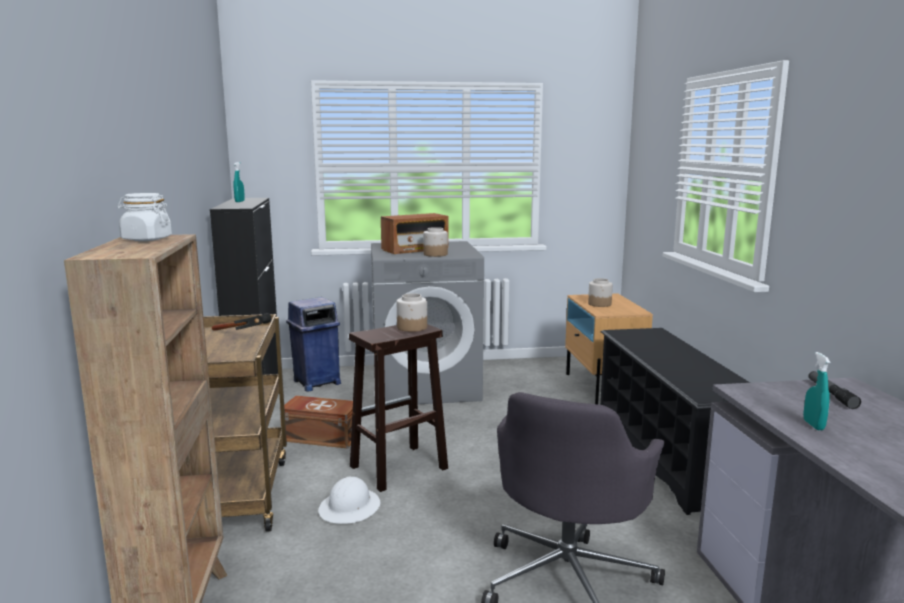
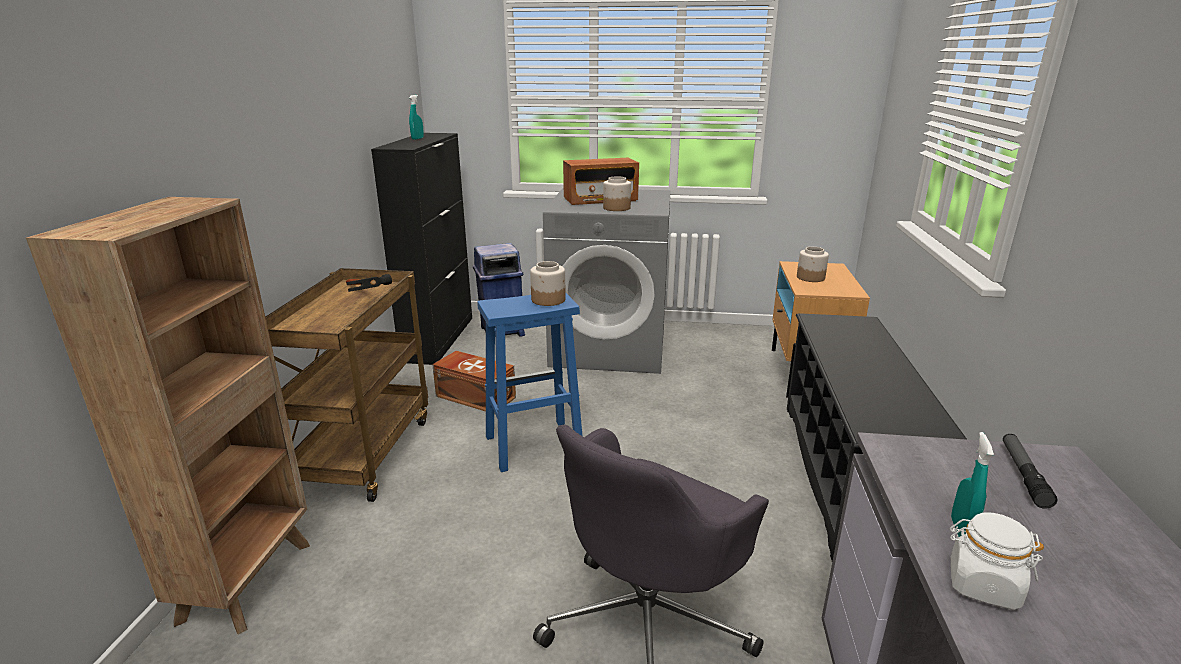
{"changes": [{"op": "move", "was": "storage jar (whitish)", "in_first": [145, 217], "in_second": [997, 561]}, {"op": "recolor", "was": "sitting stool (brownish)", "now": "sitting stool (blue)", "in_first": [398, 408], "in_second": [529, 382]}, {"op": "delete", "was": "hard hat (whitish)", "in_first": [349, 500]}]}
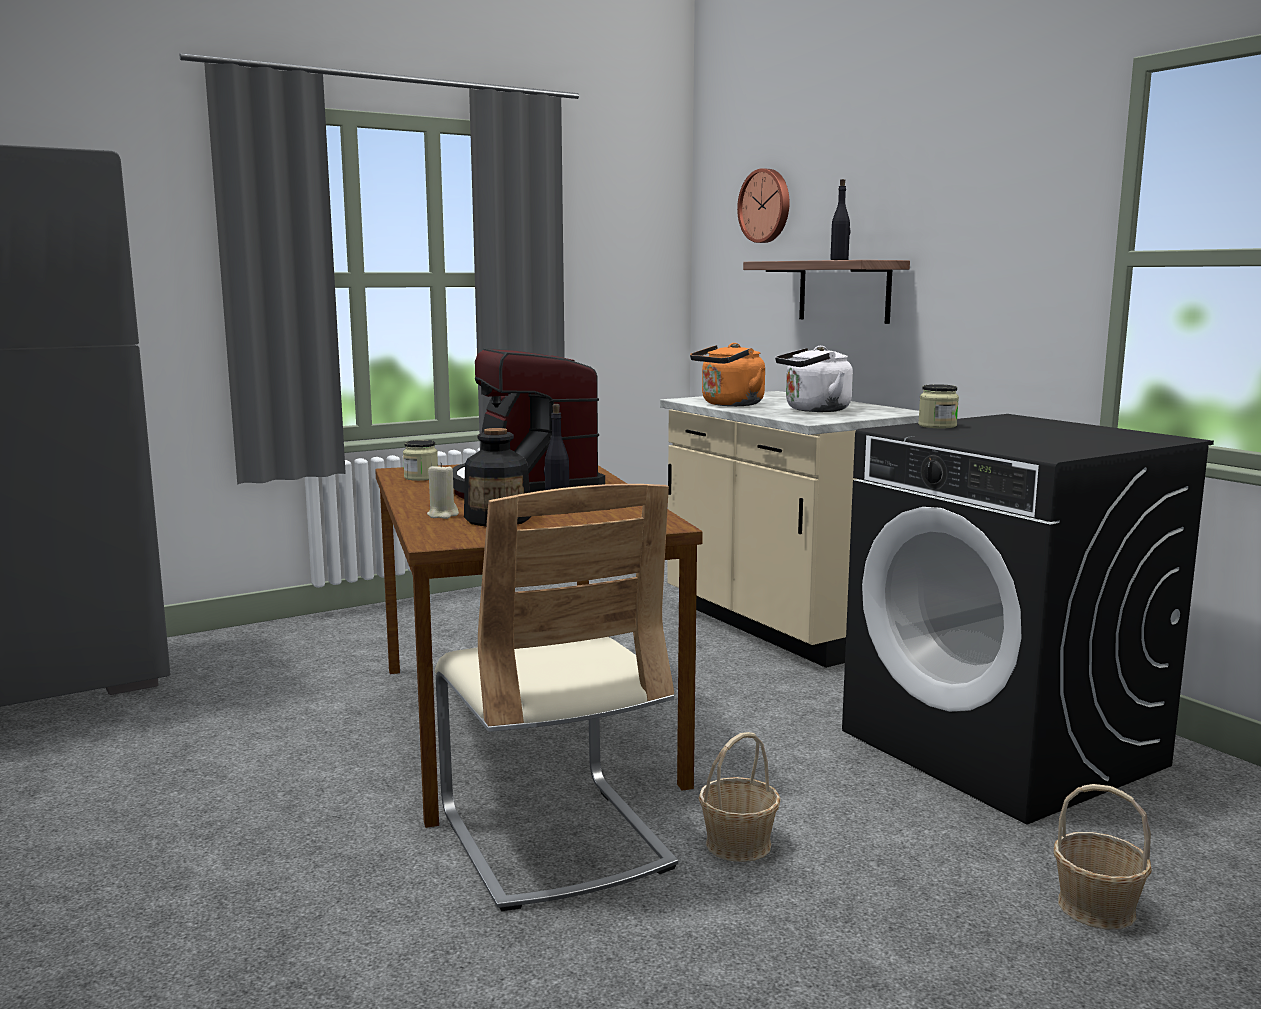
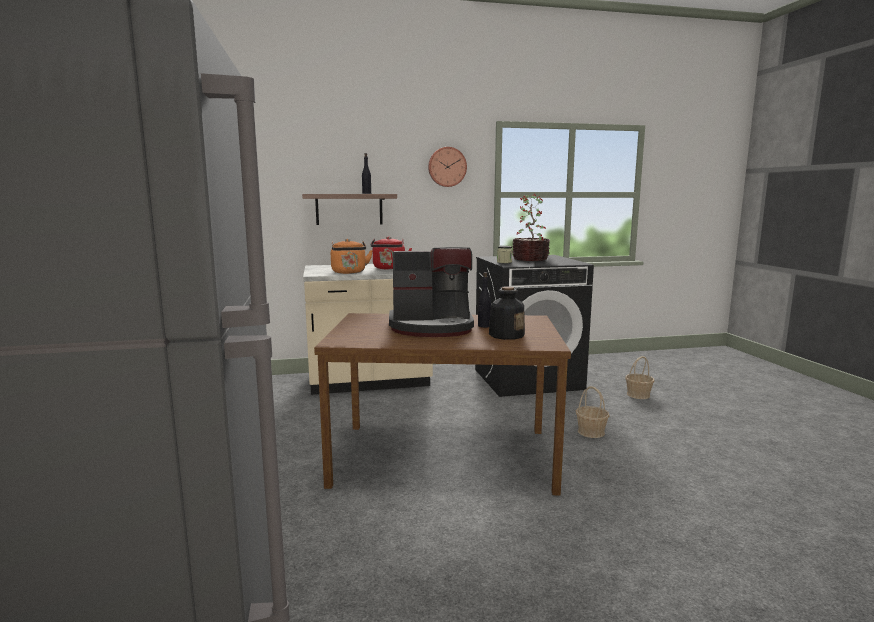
{"changes": [{"op": "move", "was": "wall clock", "in_first": [763, 205], "in_second": [447, 167]}, {"op": "recolor", "was": "kettle (whitish)", "now": "kettle (red-coloured)", "in_first": [814, 379], "in_second": [391, 252]}, {"op": "delete", "was": "storage jar", "in_first": [420, 460]}, {"op": "delete", "was": "wax light (beige)", "in_first": [443, 491]}, {"op": "delete", "was": "chair (beige)", "in_first": [556, 697]}, {"op": "insert", "now": "potted plant", "in_second": [531, 227]}]}
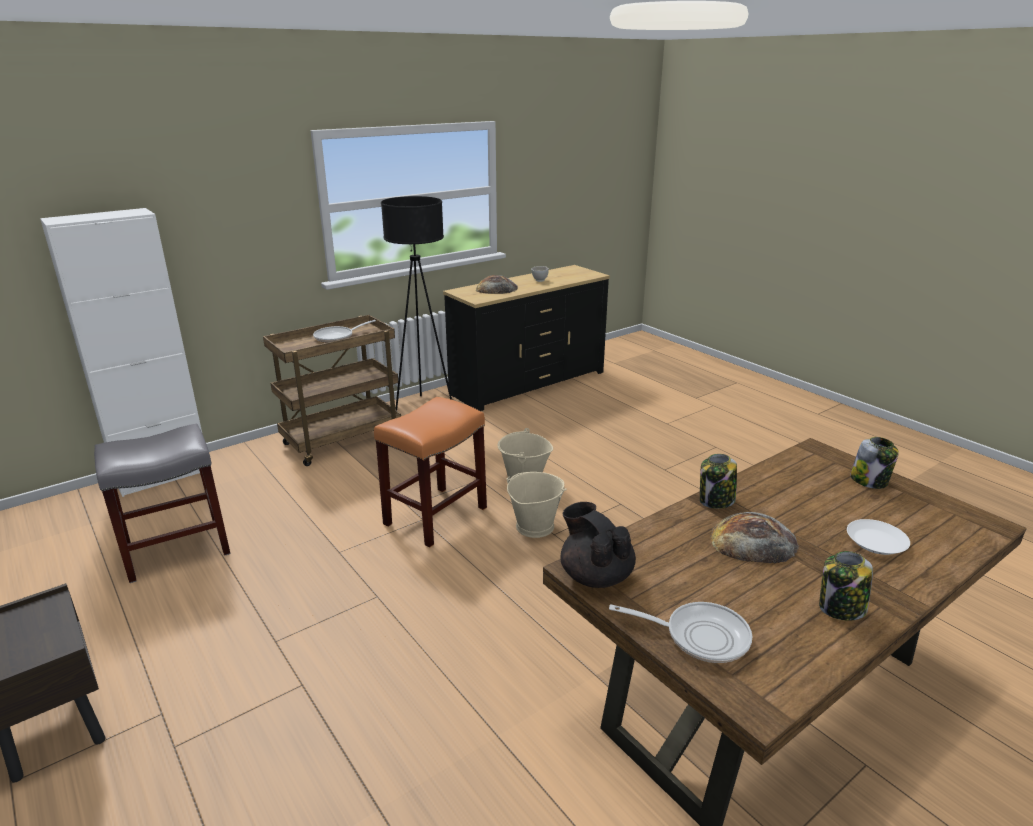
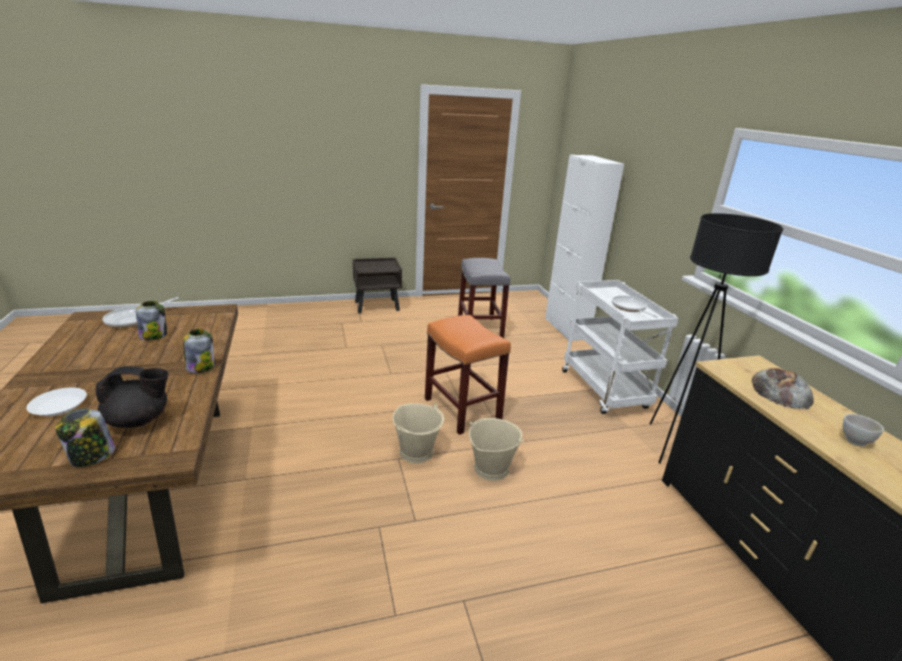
{"changes": [{"op": "recolor", "was": "wheeled cart (brownish)", "now": "wheeled cart (whitish)", "in_first": [332, 390], "in_second": [620, 347]}, {"op": "move", "was": "teapot (black-coloured)", "in_first": [598, 545], "in_second": [131, 397]}, {"op": "delete", "was": "bread", "in_first": [754, 537]}, {"op": "move", "was": "storage jar", "in_first": [846, 586], "in_second": [151, 320]}]}
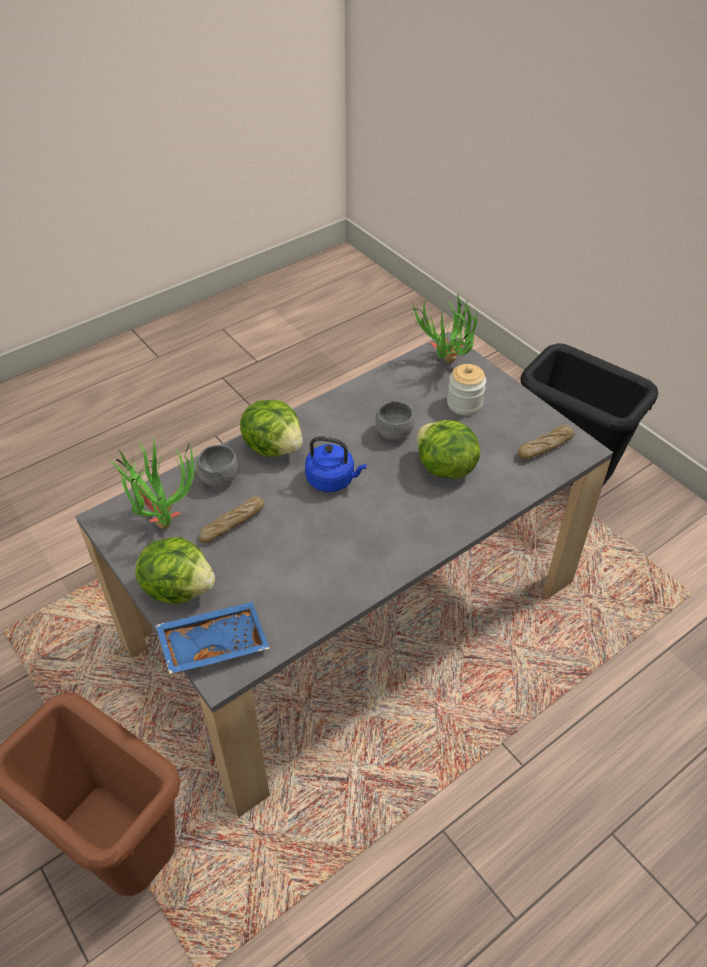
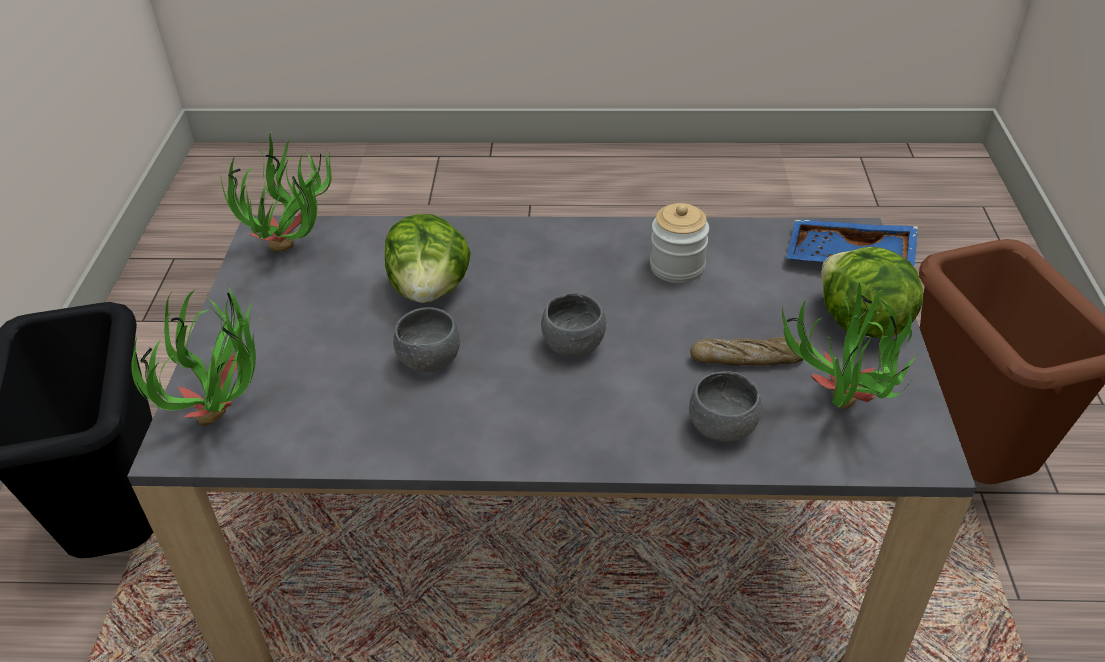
{"changes": [{"op": "move", "was": "storage jar", "in_first": [466, 389], "in_second": [679, 243]}, {"op": "delete", "was": "head of lettuce", "in_first": [271, 428]}, {"op": "replace", "was": "bread", "now": "potted plant", "in_first": [546, 442], "in_second": [276, 192]}, {"op": "replace", "was": "kettle (blue)", "now": "serving bowl (grey)", "in_first": [335, 464], "in_second": [573, 325]}]}
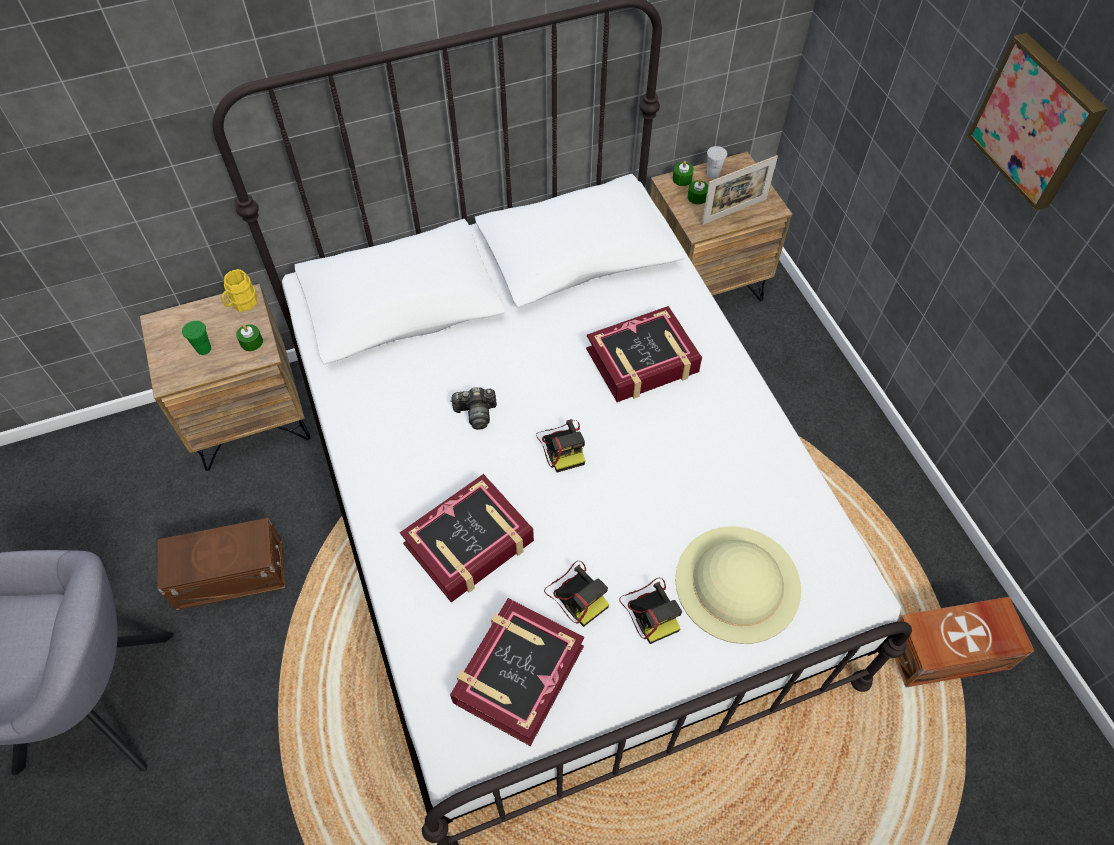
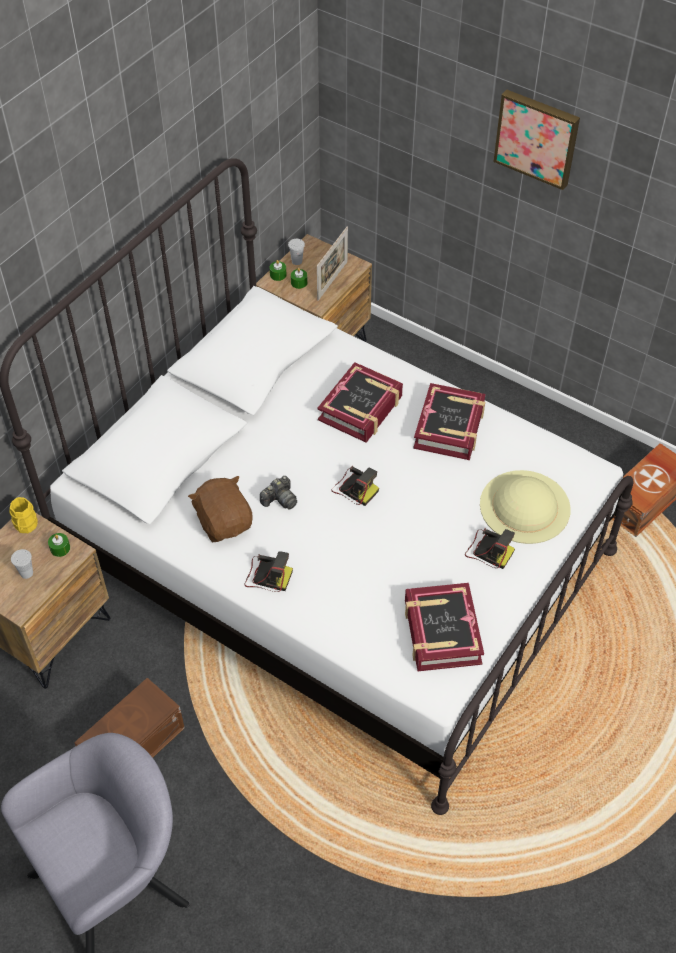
{"changes": [{"op": "recolor", "was": "cup (green)", "now": "cup (whitish)", "in_first": [196, 338], "in_second": [22, 564]}, {"op": "move", "was": "bound book", "in_first": [467, 538], "in_second": [449, 421]}, {"op": "move", "was": "still camera", "in_first": [576, 594], "in_second": [268, 571]}, {"op": "insert", "now": "cuddly toy (brownish)", "in_second": [220, 509]}]}
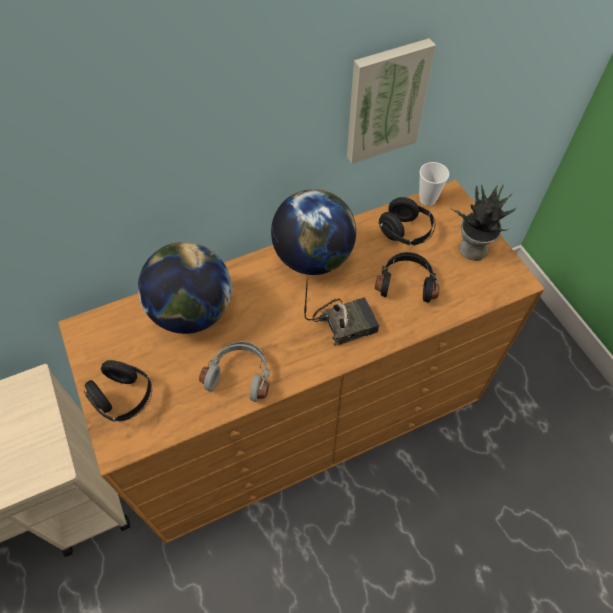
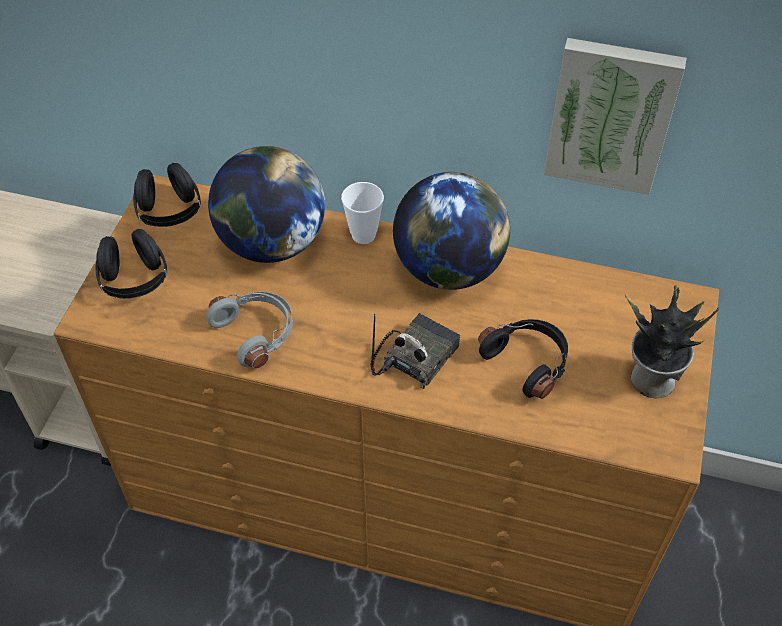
{"changes": [{"op": "move", "was": "cup", "in_first": [434, 184], "in_second": [362, 213]}, {"op": "move", "was": "headset (black-coloured)", "in_first": [407, 221], "in_second": [167, 195]}, {"op": "rotate", "was": "radio receiver", "in_first": [341, 312], "in_second": [415, 351], "clockwise": -75}]}
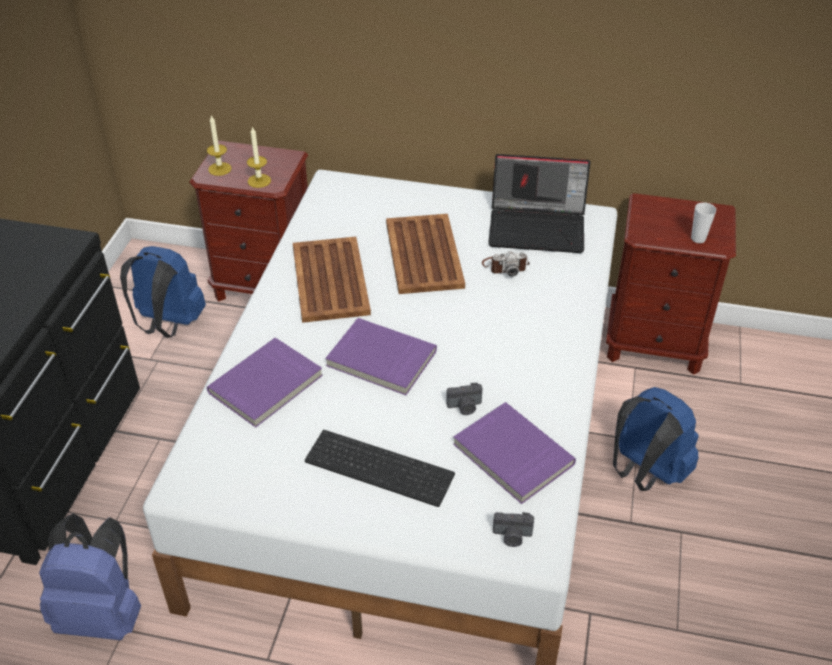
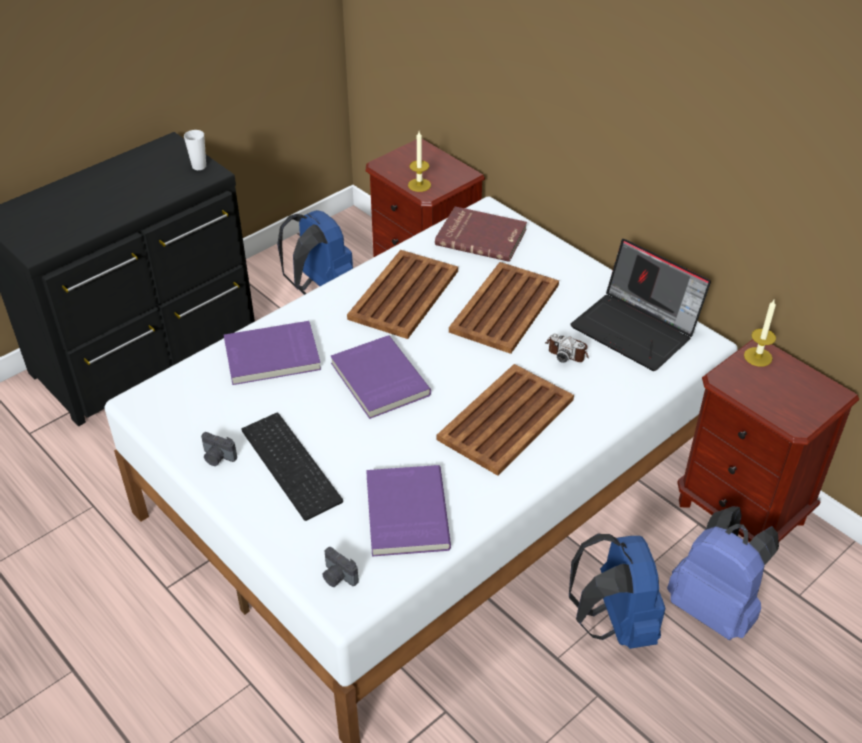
{"changes": [{"op": "move", "was": "wax light", "in_first": [219, 145], "in_second": [760, 333]}, {"op": "move", "was": "cup", "in_first": [704, 222], "in_second": [195, 150]}, {"op": "move", "was": "still camera", "in_first": [464, 399], "in_second": [219, 449]}, {"op": "move", "was": "knapsack (blue)", "in_first": [90, 577], "in_second": [723, 573]}, {"op": "insert", "now": "bound book (red-coloured)", "in_second": [481, 234]}, {"op": "insert", "now": "serving tray (brownish)", "in_second": [505, 420]}]}
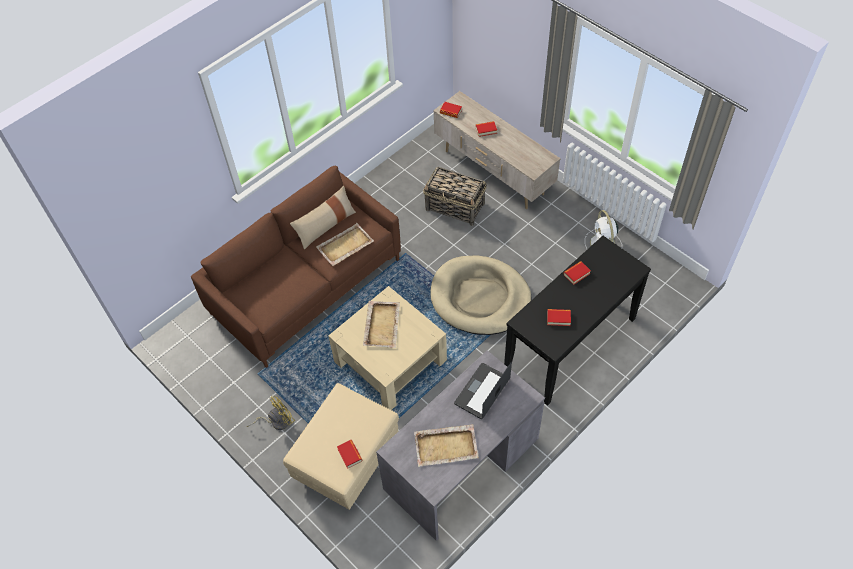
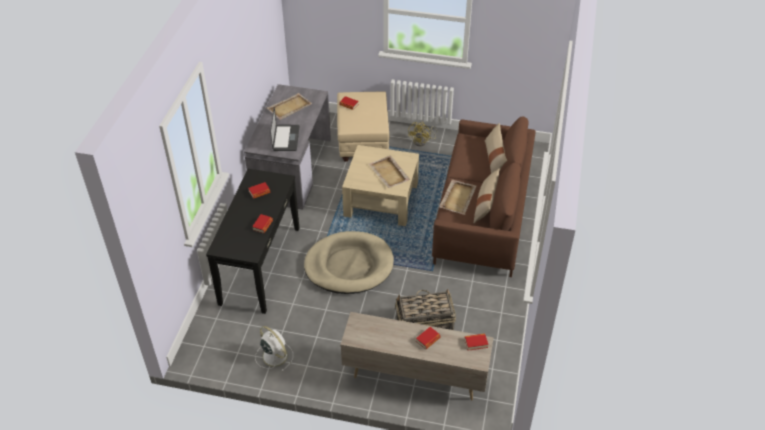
{"changes": [{"op": "insert", "now": "pillow (beige)", "in_second": [496, 148]}]}
